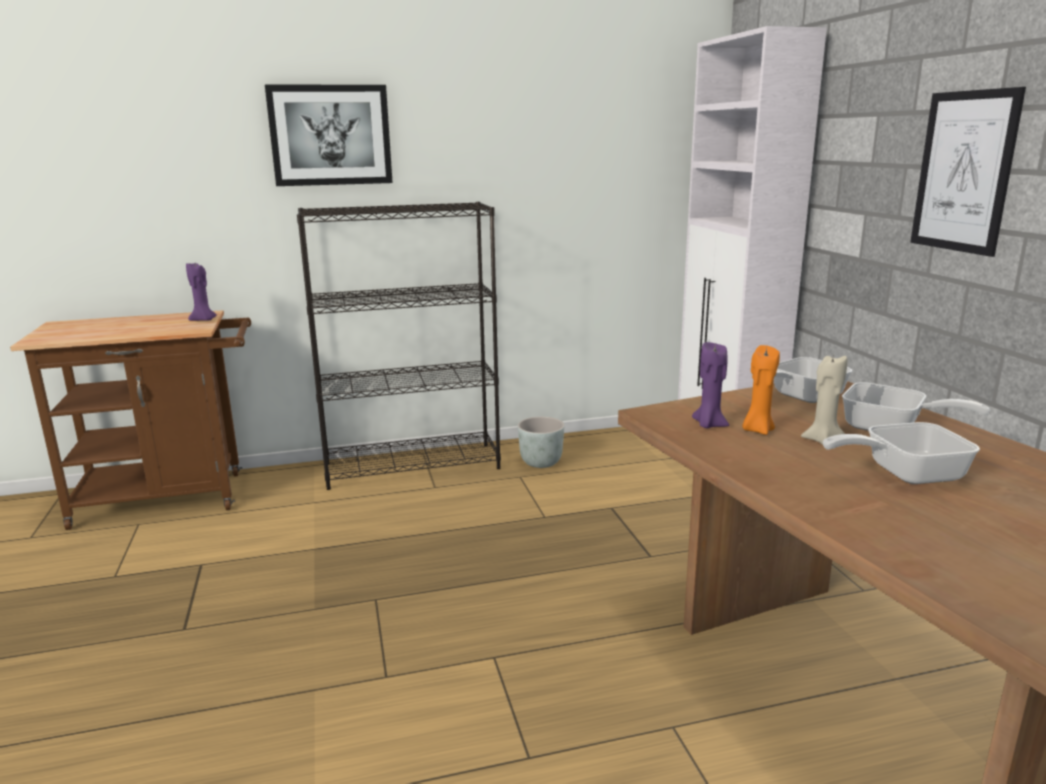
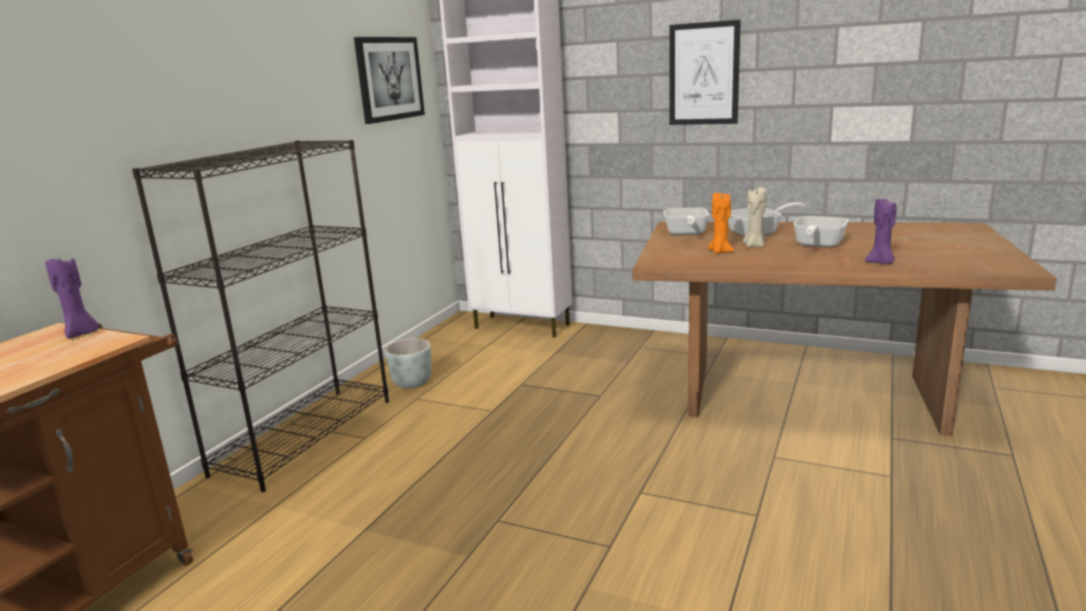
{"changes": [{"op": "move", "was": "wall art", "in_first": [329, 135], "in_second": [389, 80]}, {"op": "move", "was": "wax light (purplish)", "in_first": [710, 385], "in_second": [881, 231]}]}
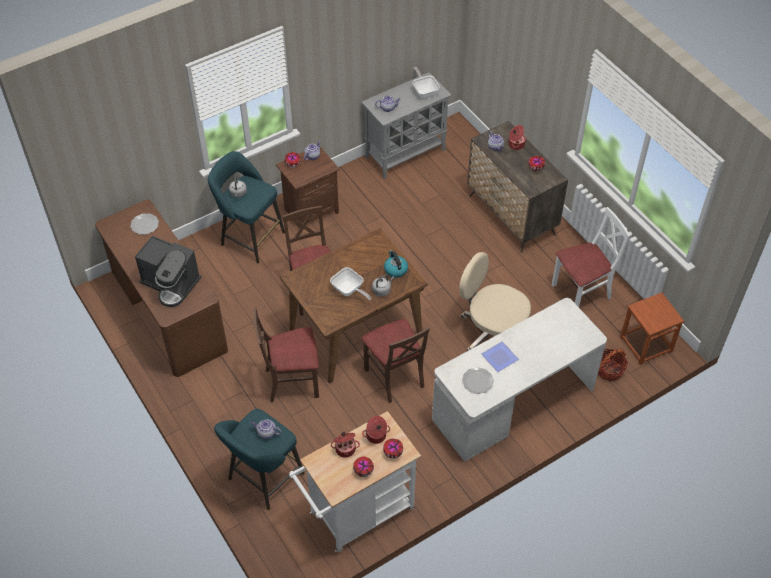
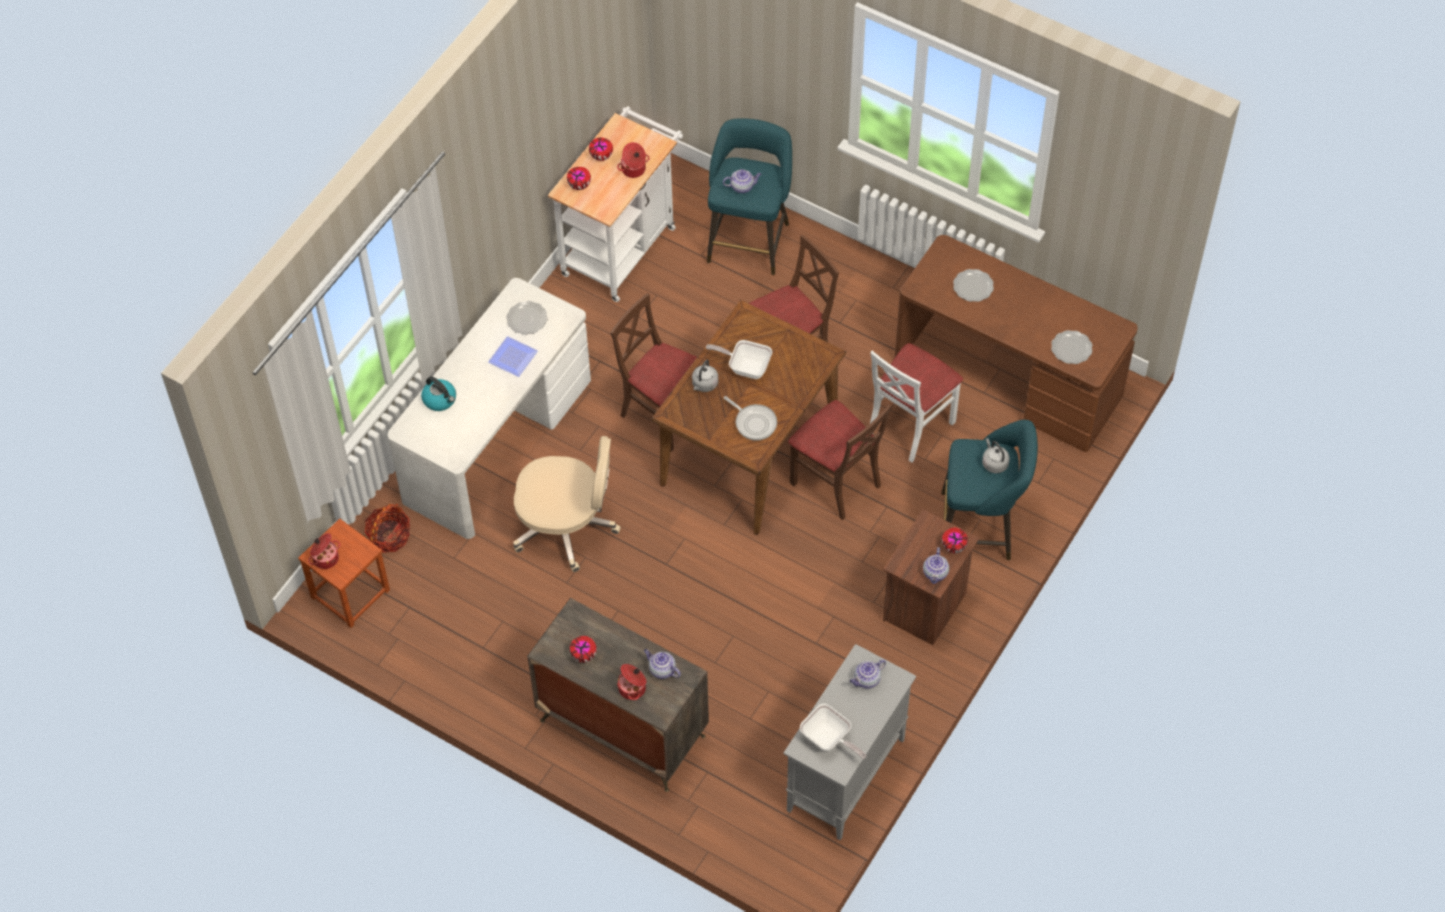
{"changes": [{"op": "move", "was": "chair (whitish)", "in_first": [591, 257], "in_second": [916, 403]}, {"op": "replace", "was": "coffee maker", "now": "flat dish", "in_first": [168, 271], "in_second": [973, 285]}, {"op": "move", "was": "kettle", "in_first": [396, 264], "in_second": [438, 393]}, {"op": "move", "was": "saucepot", "in_first": [376, 430], "in_second": [324, 551]}, {"op": "insert", "now": "skillet", "in_second": [750, 418]}]}
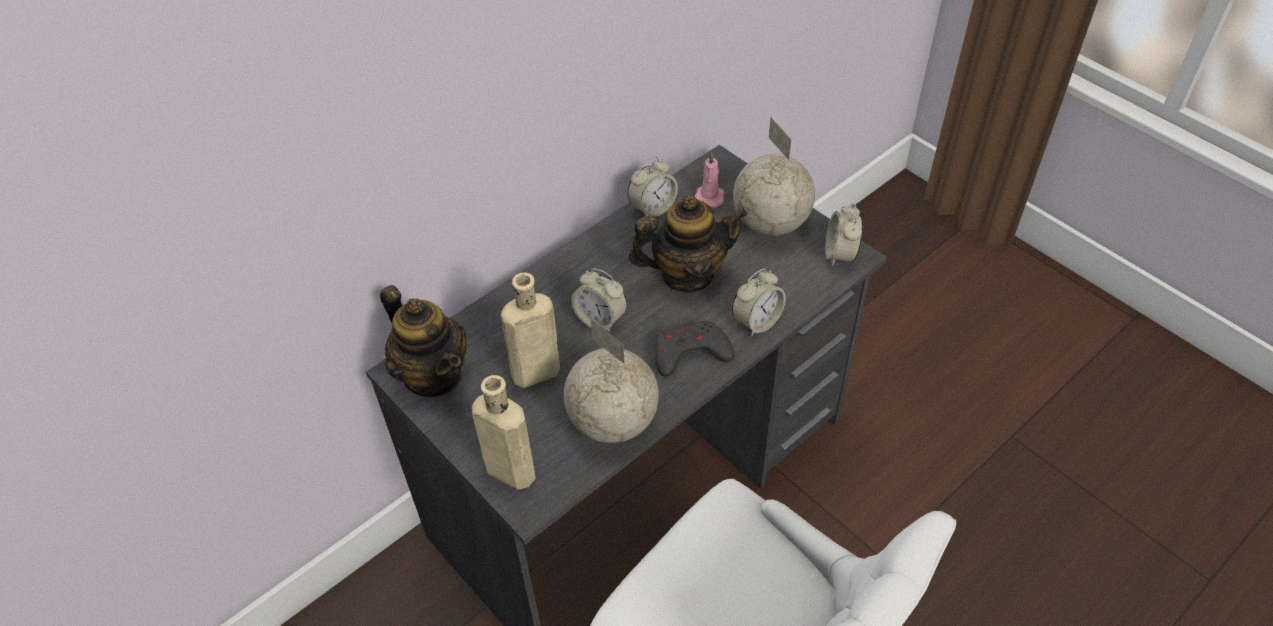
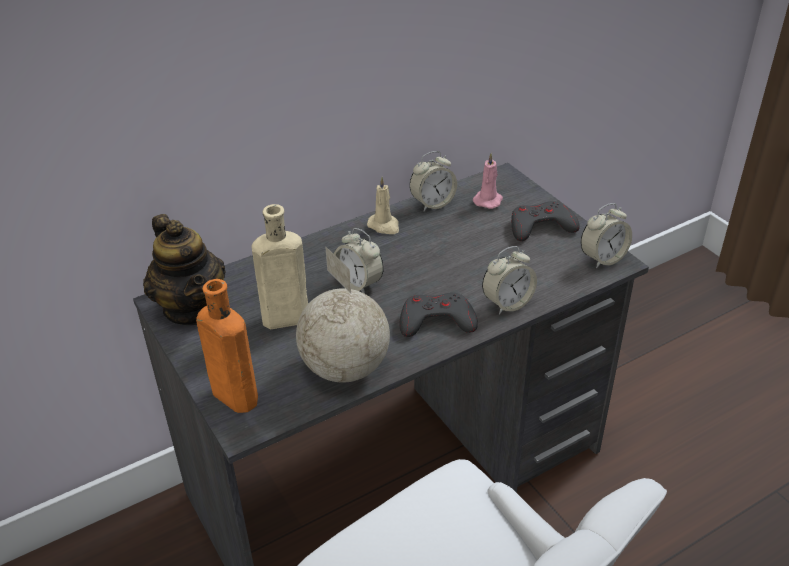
{"changes": [{"op": "replace", "was": "desk globe", "now": "gamepad (grey)", "in_first": [774, 177], "in_second": [545, 221]}, {"op": "delete", "was": "teapot", "in_first": [688, 244]}, {"op": "rotate", "was": "bedside clock", "in_first": [844, 235], "in_second": [606, 236], "clockwise": -135}, {"op": "recolor", "was": "drink bottle (beige)", "now": "drink bottle (orange)", "in_first": [504, 432], "in_second": [227, 346]}, {"op": "insert", "now": "wax light (beige)", "in_second": [383, 205]}]}
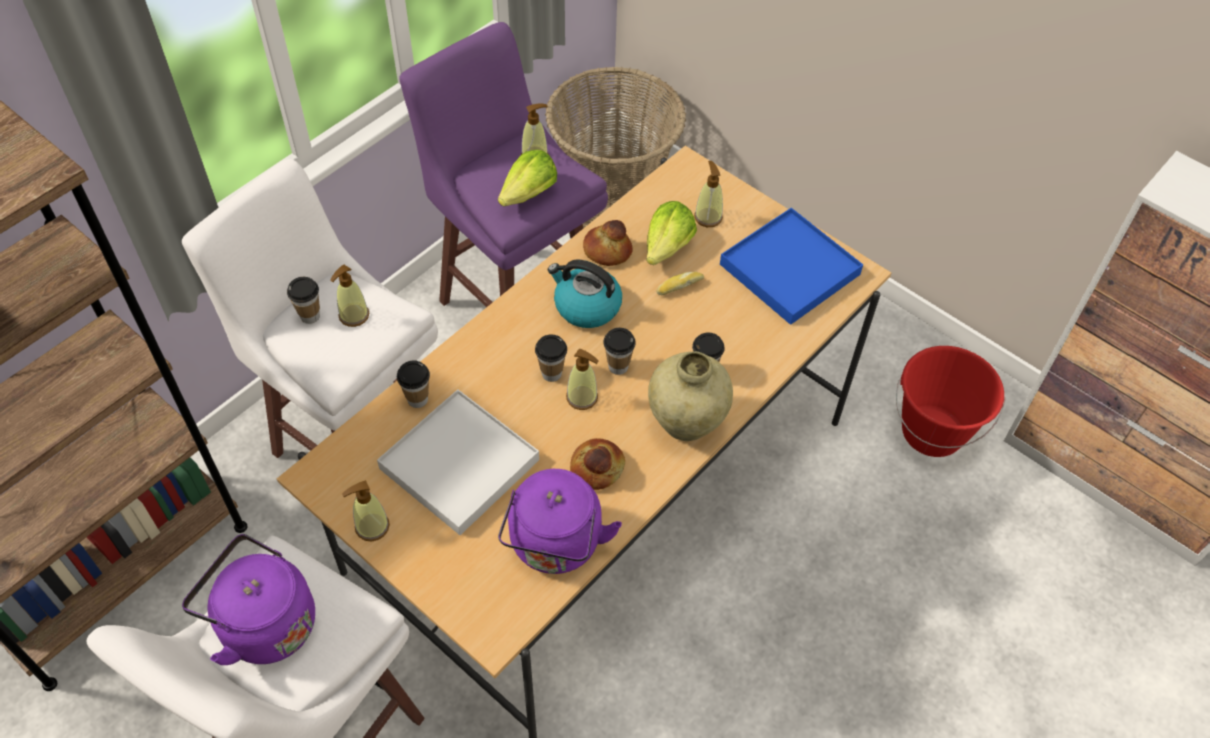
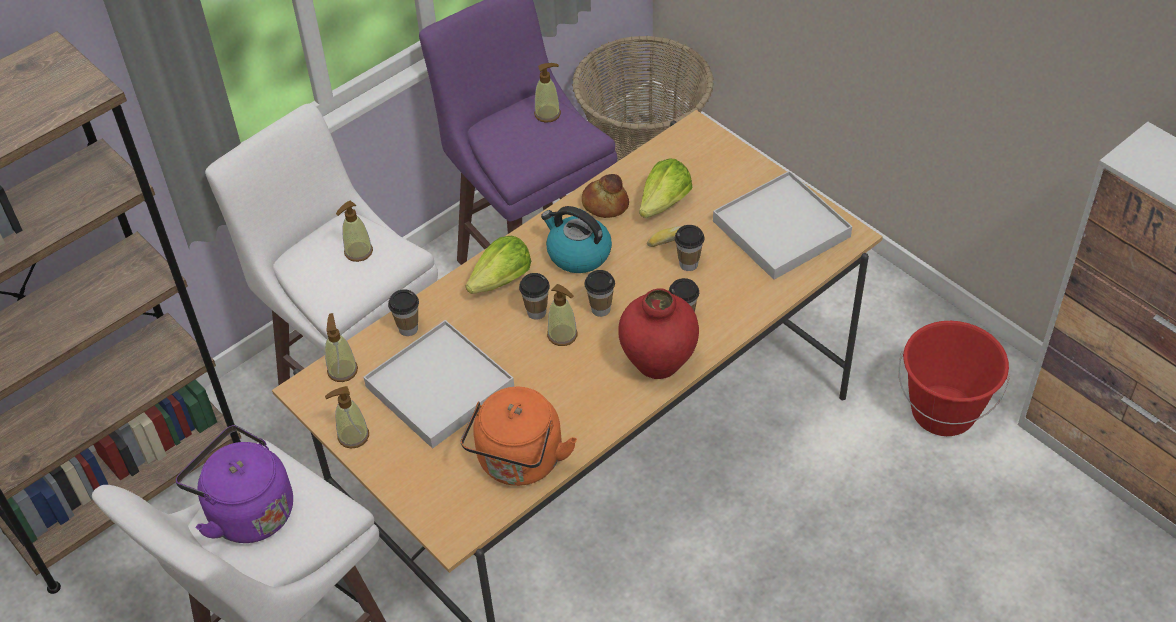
{"changes": [{"op": "move", "was": "head of lettuce", "in_first": [527, 177], "in_second": [498, 265]}, {"op": "move", "was": "liquid soap bottle", "in_first": [708, 194], "in_second": [341, 347]}, {"op": "recolor", "was": "serving tray (blue)", "now": "serving tray (whitish)", "in_first": [791, 266], "in_second": [782, 225]}, {"op": "move", "was": "cup", "in_first": [303, 300], "in_second": [690, 248]}, {"op": "recolor", "was": "vase (beige)", "now": "vase (red-coloured)", "in_first": [690, 396], "in_second": [658, 333]}, {"op": "delete", "was": "bread", "in_first": [597, 464]}, {"op": "recolor", "was": "kettle (purplish)", "now": "kettle (orange)", "in_first": [560, 521], "in_second": [519, 436]}]}
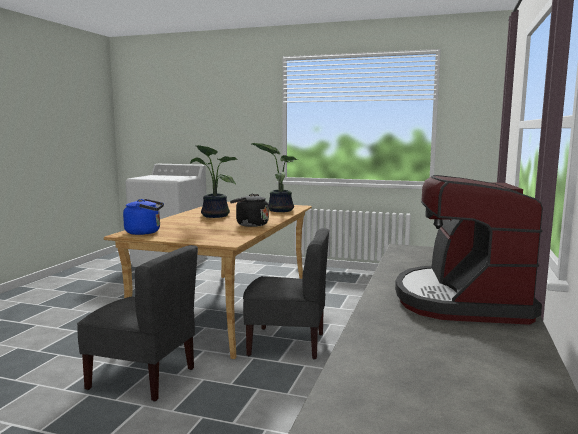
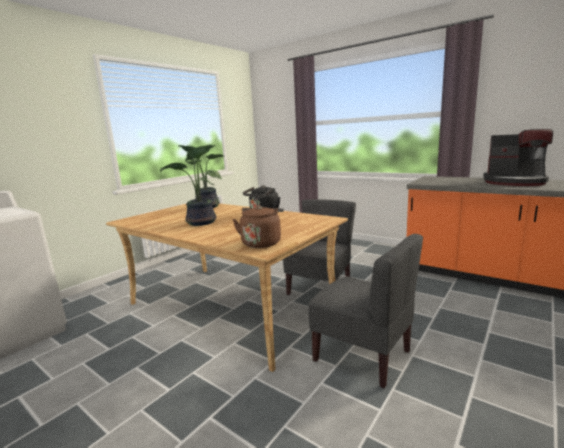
{"changes": [{"op": "recolor", "was": "kettle (blue)", "now": "kettle (brownish)", "in_first": [143, 217], "in_second": [258, 227]}, {"op": "rotate", "was": "chair (grey)", "in_first": [137, 323], "in_second": [365, 311], "clockwise": 90}]}
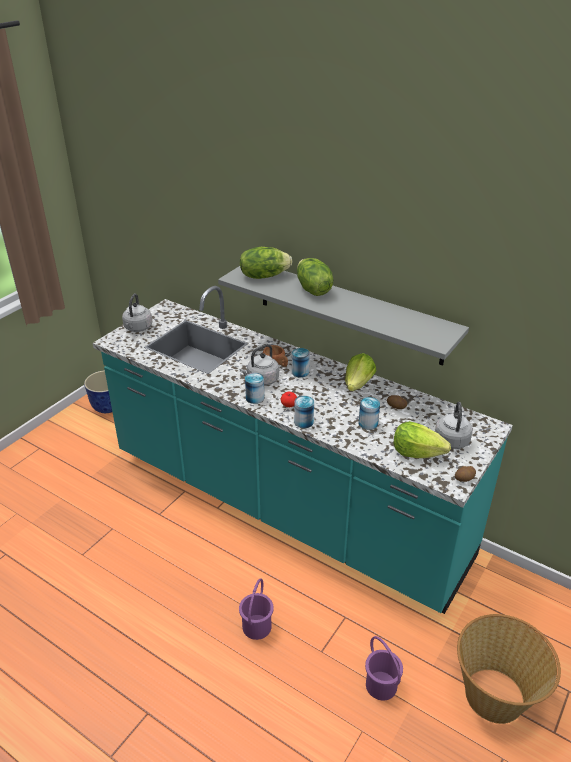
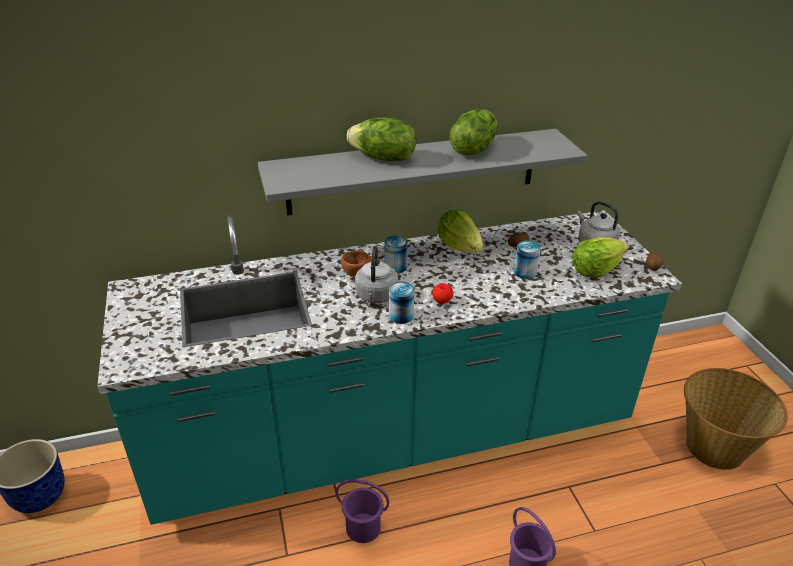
{"changes": [{"op": "move", "was": "head of lettuce", "in_first": [266, 263], "in_second": [473, 132]}, {"op": "delete", "was": "kettle (grey)", "in_first": [137, 312]}, {"op": "delete", "was": "metal can", "in_first": [304, 412]}, {"op": "move", "was": "water bucket (purplish)", "in_first": [384, 668], "in_second": [362, 511]}]}
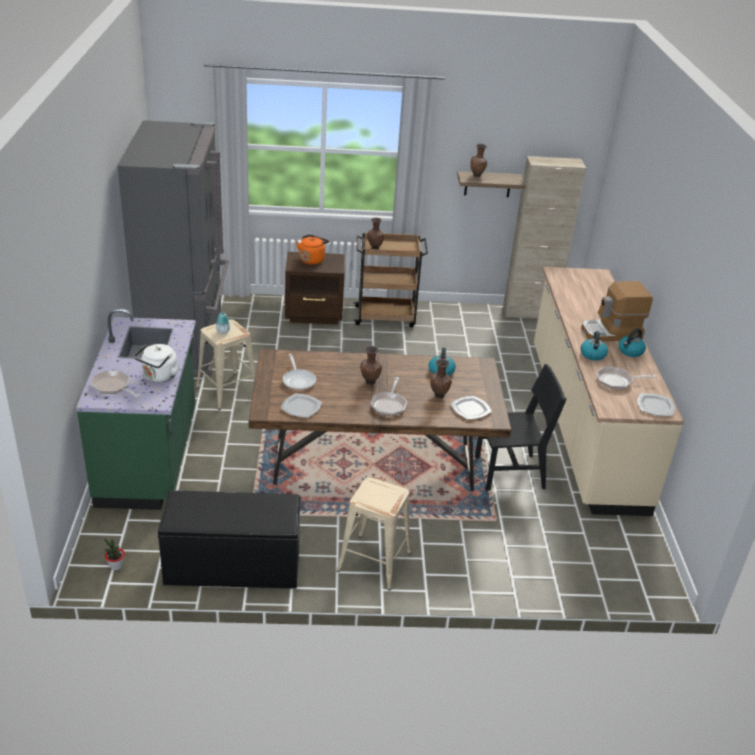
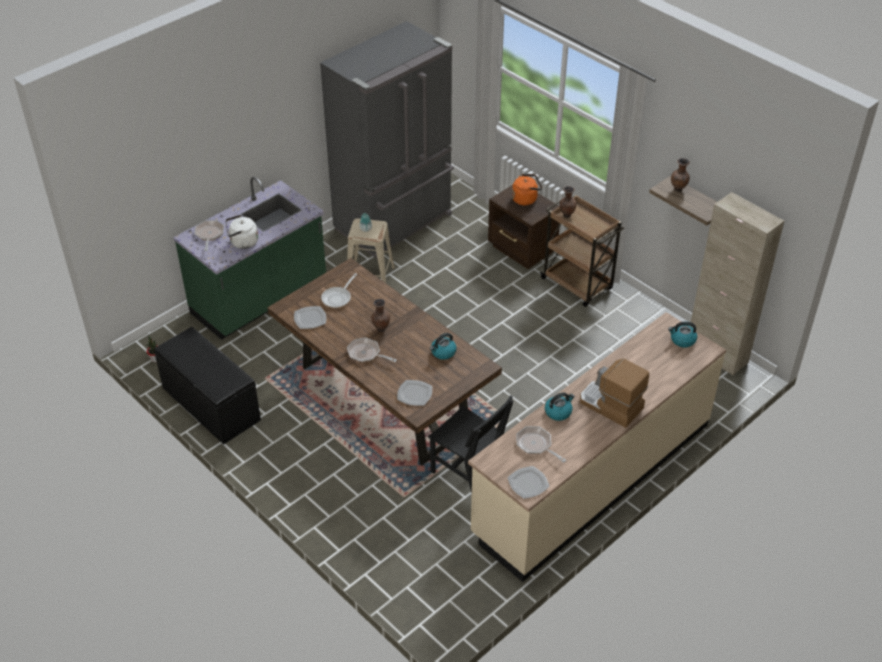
{"changes": [{"op": "move", "was": "kettle", "in_first": [632, 343], "in_second": [682, 335]}, {"op": "delete", "was": "vase (brownish)", "in_first": [441, 378]}, {"op": "rotate", "was": "skillet", "in_first": [389, 396], "in_second": [372, 350], "clockwise": 60}, {"op": "delete", "was": "sitting stool (beige)", "in_first": [374, 534]}]}
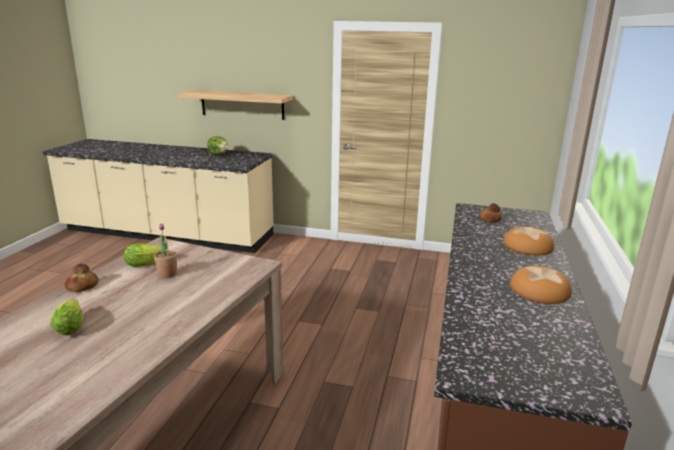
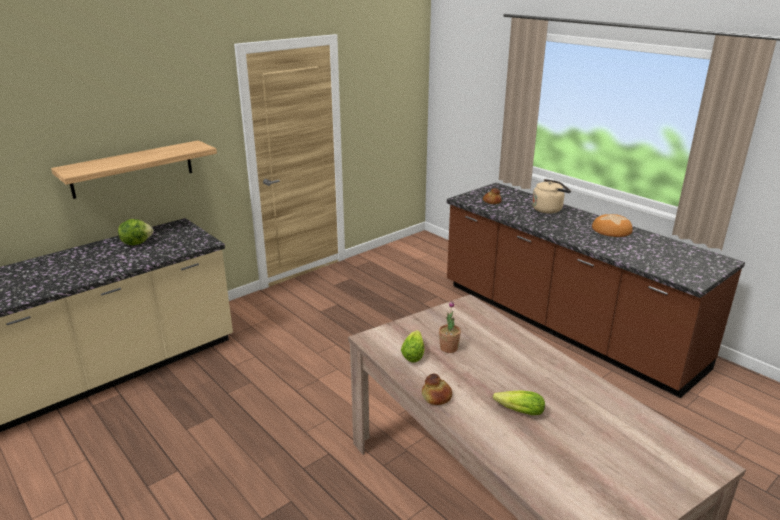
{"changes": [{"op": "replace", "was": "bread", "now": "kettle (beige)", "in_first": [528, 241], "in_second": [551, 196]}]}
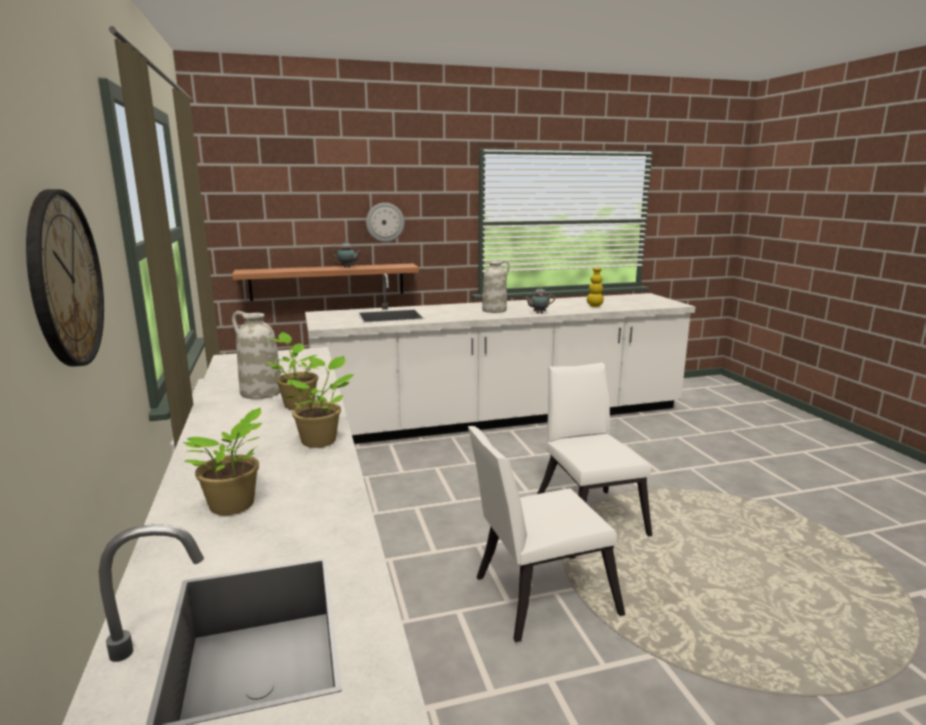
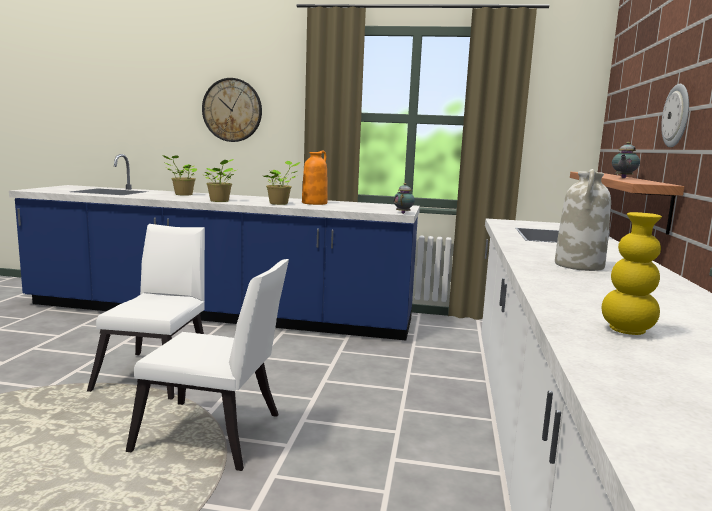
{"changes": [{"op": "move", "was": "teapot", "in_first": [539, 300], "in_second": [404, 198]}, {"op": "recolor", "was": "vase (whitish)", "now": "vase (orange)", "in_first": [256, 355], "in_second": [315, 177]}]}
